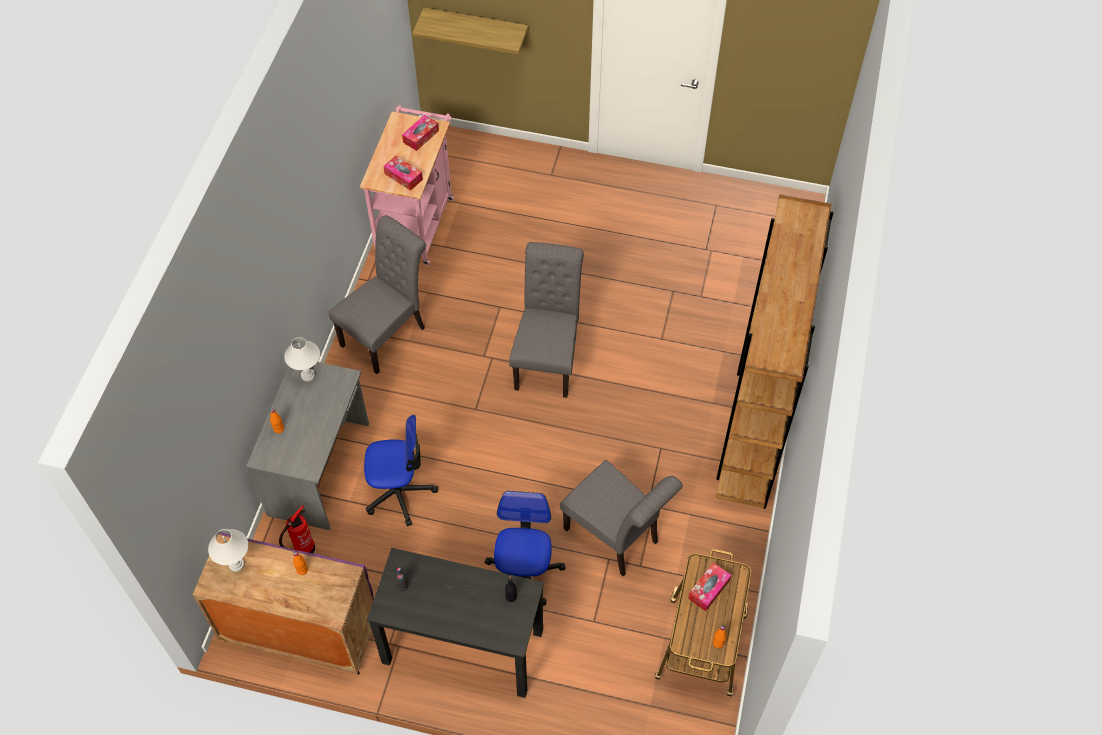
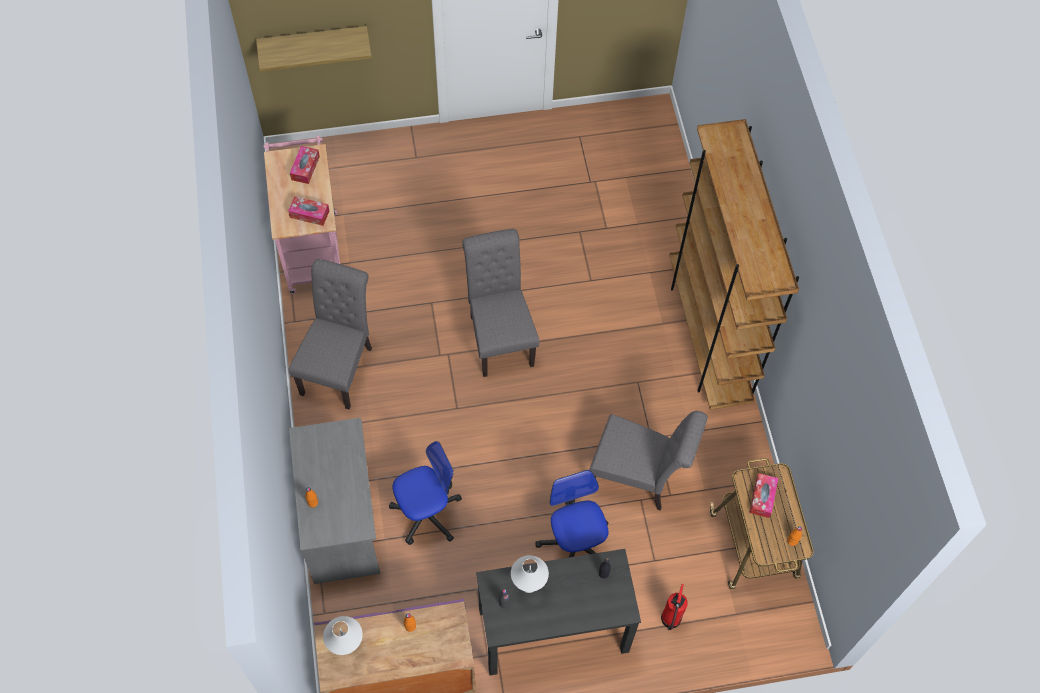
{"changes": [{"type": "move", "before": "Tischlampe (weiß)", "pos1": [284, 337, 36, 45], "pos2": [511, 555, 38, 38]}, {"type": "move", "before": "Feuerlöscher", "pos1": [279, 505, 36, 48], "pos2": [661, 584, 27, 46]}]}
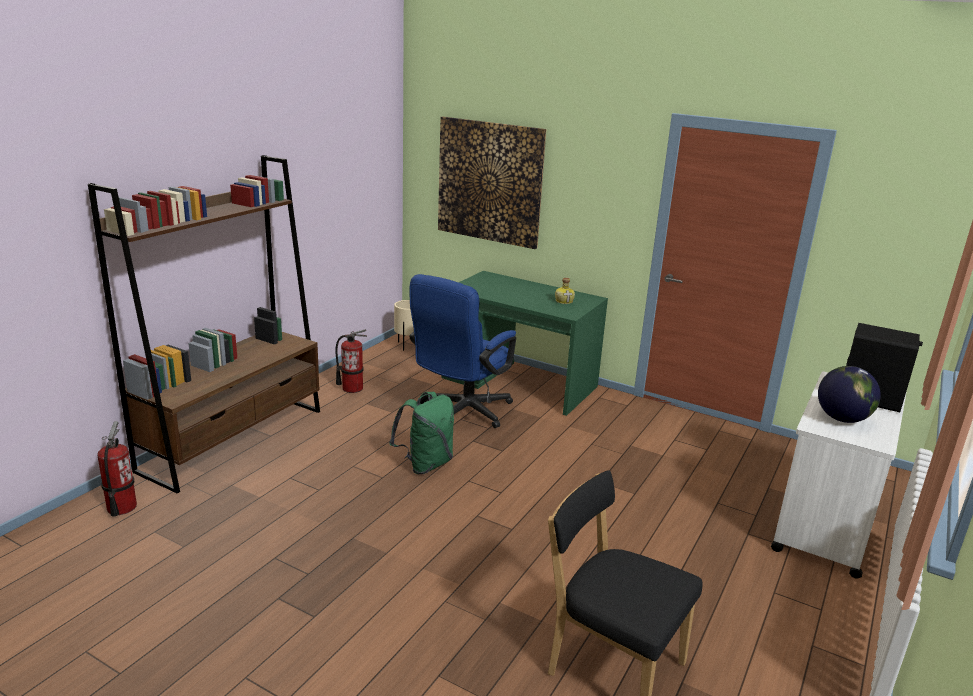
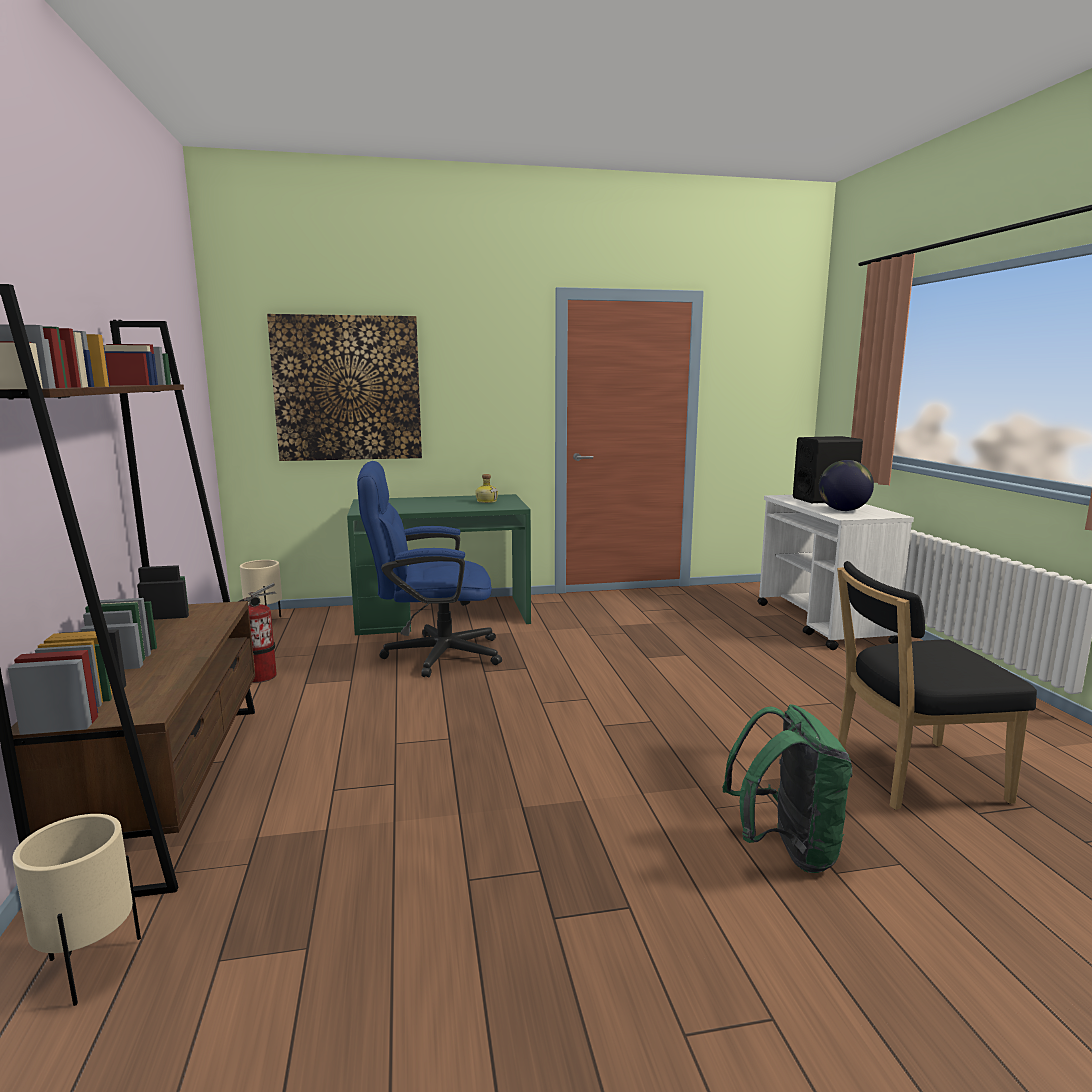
{"changes": [{"type": "rotate", "before": "Bürostuhl (blau)", "pos1": [409, 274, 107, 154], "pos2": [357, 461, 145, 216], "turn": 90}, {"type": "move", "before": "Rucksack (grün)", "pos1": [389, 392, 65, 82], "pos2": [722, 704, 130, 169]}, {"type": "replace", "before": "Feuerlöscher", "after": "Pflanzkübel (beige)", "pos1": [97, 421, 40, 96], "pos2": [12, 814, 129, 192]}]}
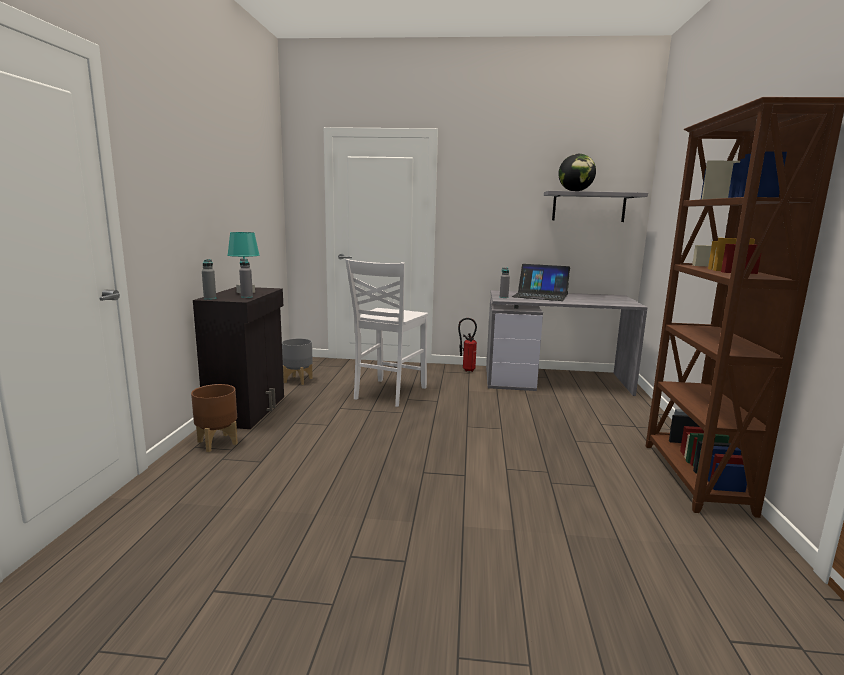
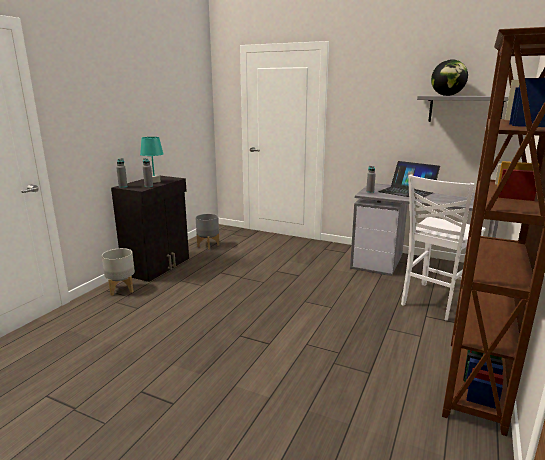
{"changes": [{"type": "move", "before": "Stuhl (weiß)", "pos1": [345, 259, 83, 148], "pos2": [401, 175, 85, 146]}, {"type": "delete", "before": "Feuerlöscher", "pos1": [458, 318, 19, 54]}, {"type": "recolor", "before": "Pflanzkübel (braun)", "after": "Pflanzkübel (grau)", "pos1": [191, 384, 47, 68], "pos2": [102, 248, 33, 48]}]}
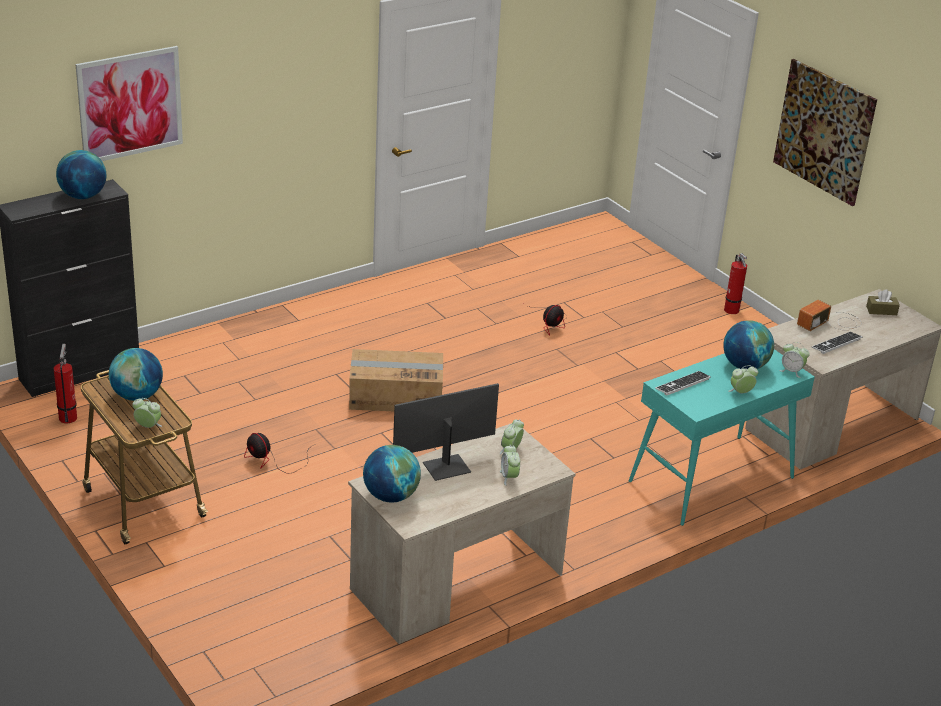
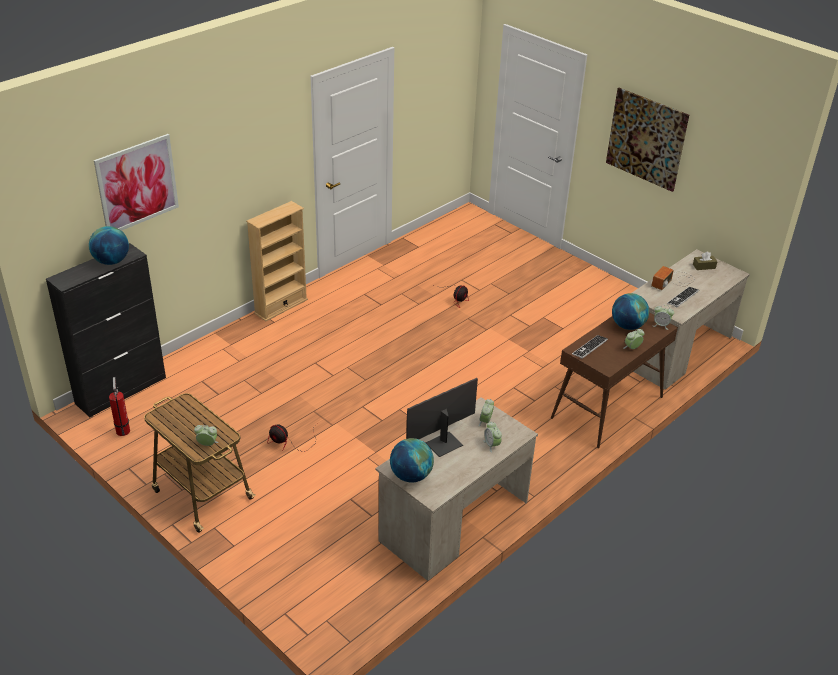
{"changes": [{"type": "delete", "before": "Feuerlöscher", "pos1": [724, 253, 23, 61]}, {"type": "delete", "before": "Globus", "pos1": [109, 348, 54, 53]}, {"type": "delete", "before": "Karton", "pos1": [349, 349, 94, 62]}, {"type": "recolor", "before": "Konsolentisch (türkis)", "after": "Konsolentisch (braun)", "pos1": [629, 349, 186, 177], "pos2": [551, 312, 127, 136]}, {"type": "insert", "after": "Bücherregal (beige)", "pos2": [246, 201, 62, 120]}]}
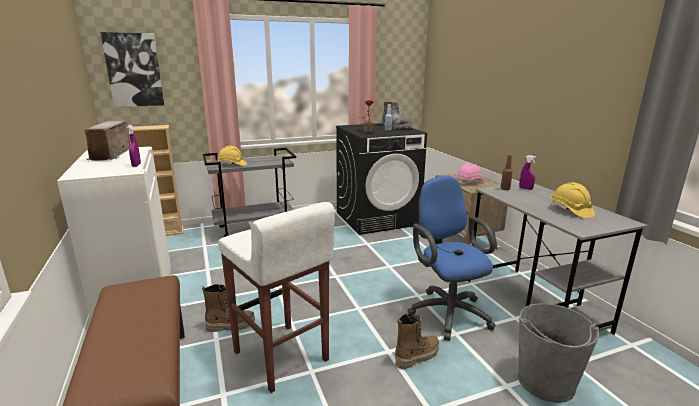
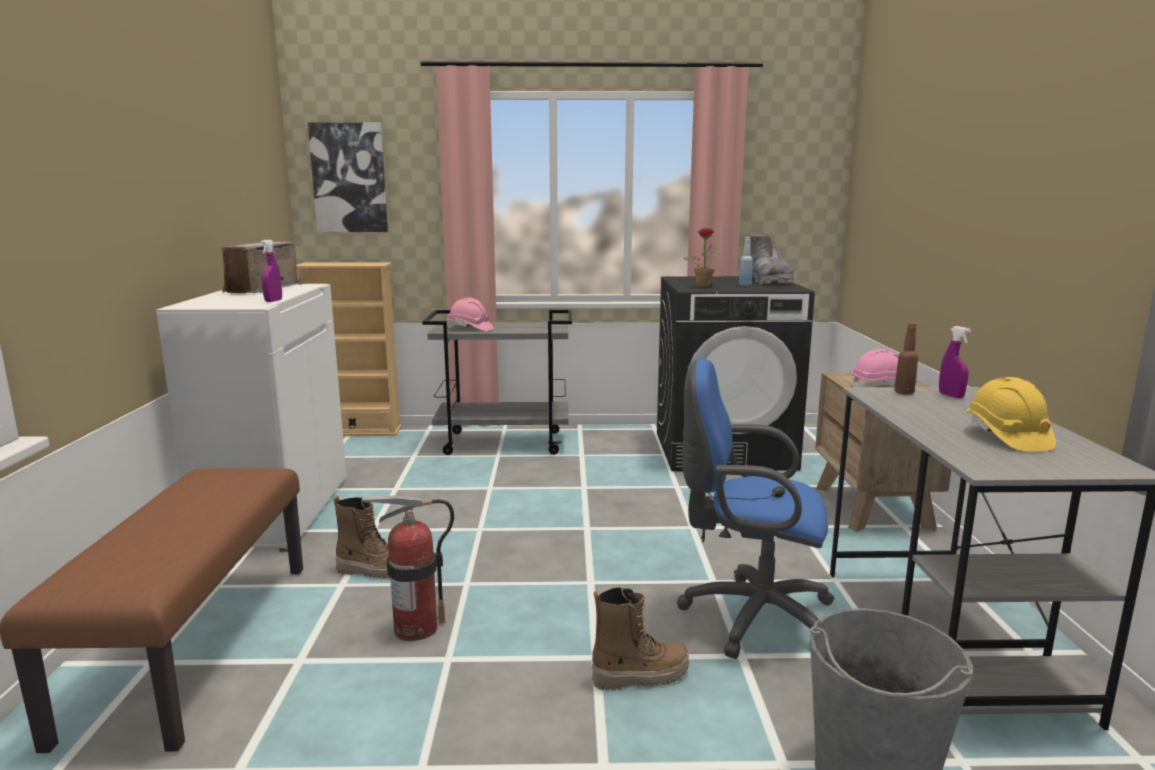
{"changes": [{"type": "recolor", "before": "Schutzhelm (gelb)", "after": "Schutzhelm (rosa)", "pos1": [217, 146, 30, 20], "pos2": [448, 297, 46, 34]}, {"type": "rotate", "before": "Bürostuhl (blau)", "pos1": [407, 175, 89, 166], "pos2": [677, 359, 158, 300], "turn": -75}, {"type": "replace", "before": "Hocker (weiß)", "after": "Feuerlöscher", "pos1": [218, 202, 117, 191], "pos2": [362, 496, 92, 145]}]}
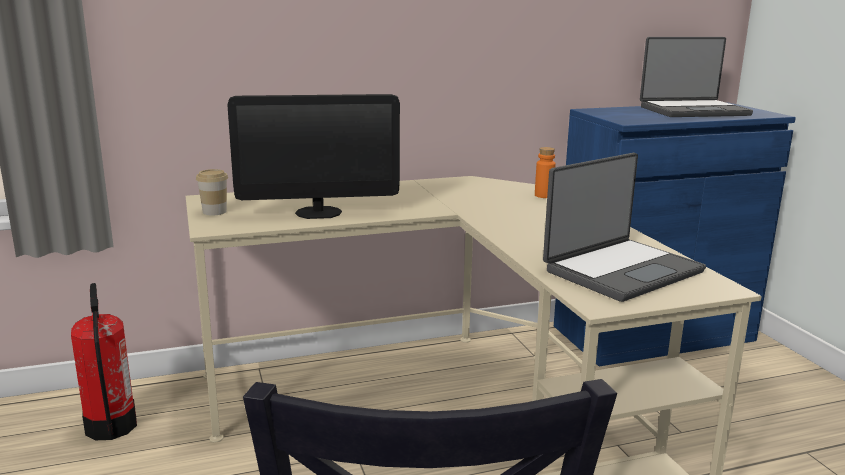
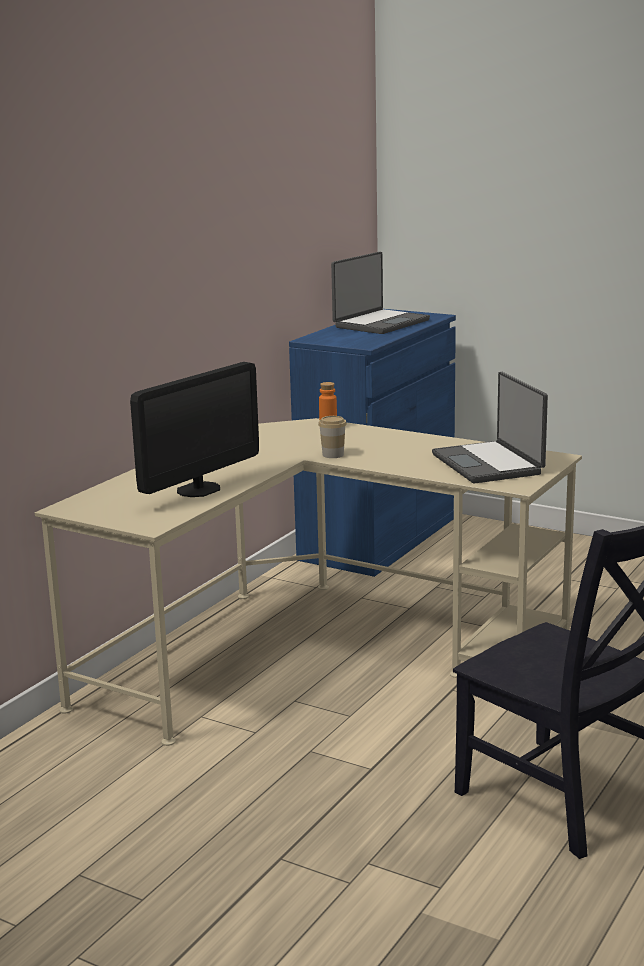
{"changes": [{"type": "rotate", "before": "Laptop", "pos1": [543, 153, 163, 149], "pos2": [432, 372, 116, 111], "turn": 150}, {"type": "move", "before": "Tasse", "pos1": [196, 169, 32, 46], "pos2": [318, 416, 29, 42]}, {"type": "delete", "before": "Feuerlöscher", "pos1": [71, 283, 66, 157]}]}
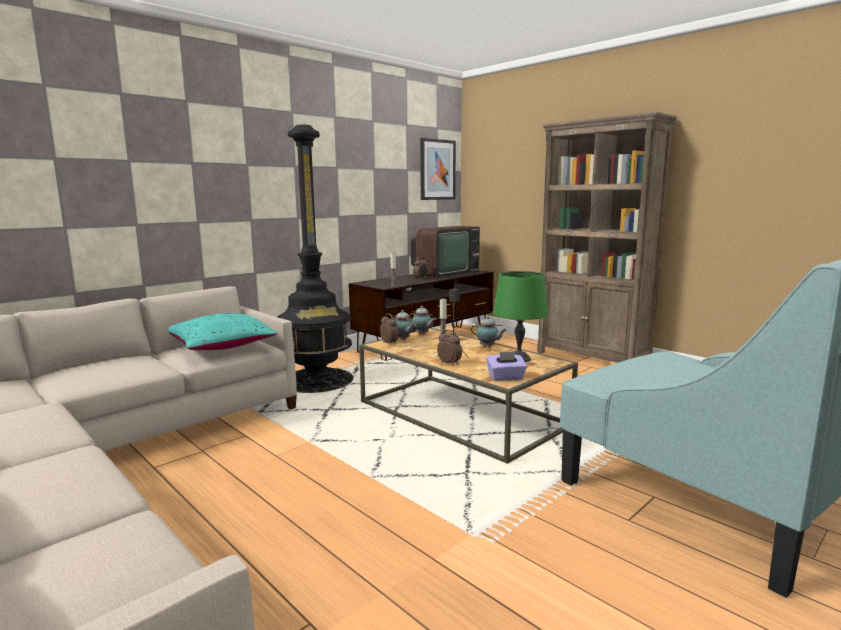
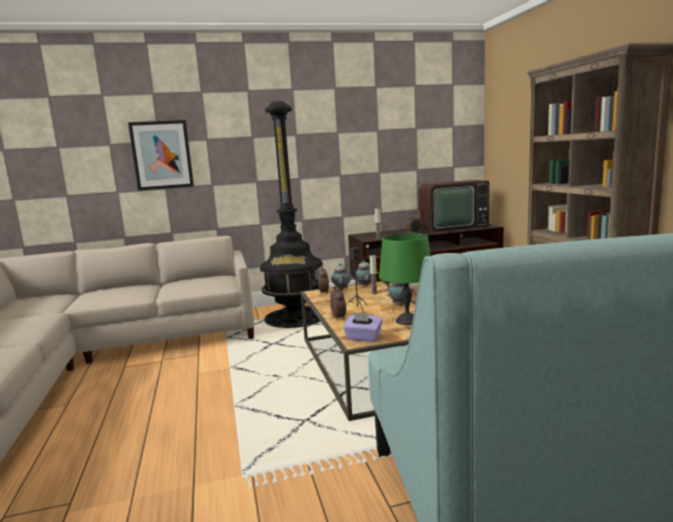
{"changes": [{"type": "move", "before": "Bild", "pos1": [420, 138, 36, 62], "pos2": [128, 120, 66, 71]}, {"type": "delete", "before": "Kissen (türkis)", "pos1": [168, 313, 109, 37]}]}
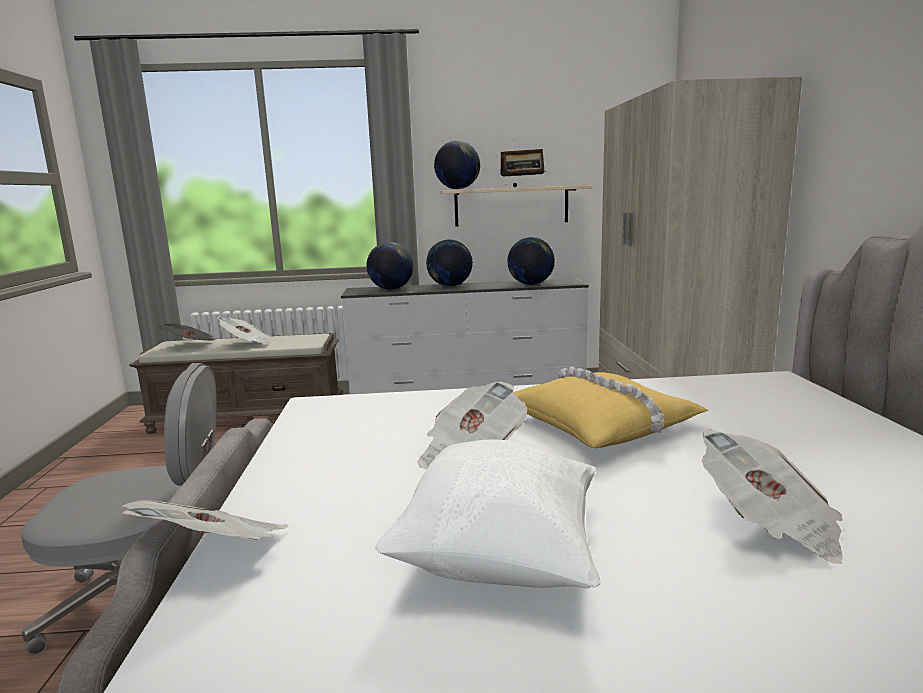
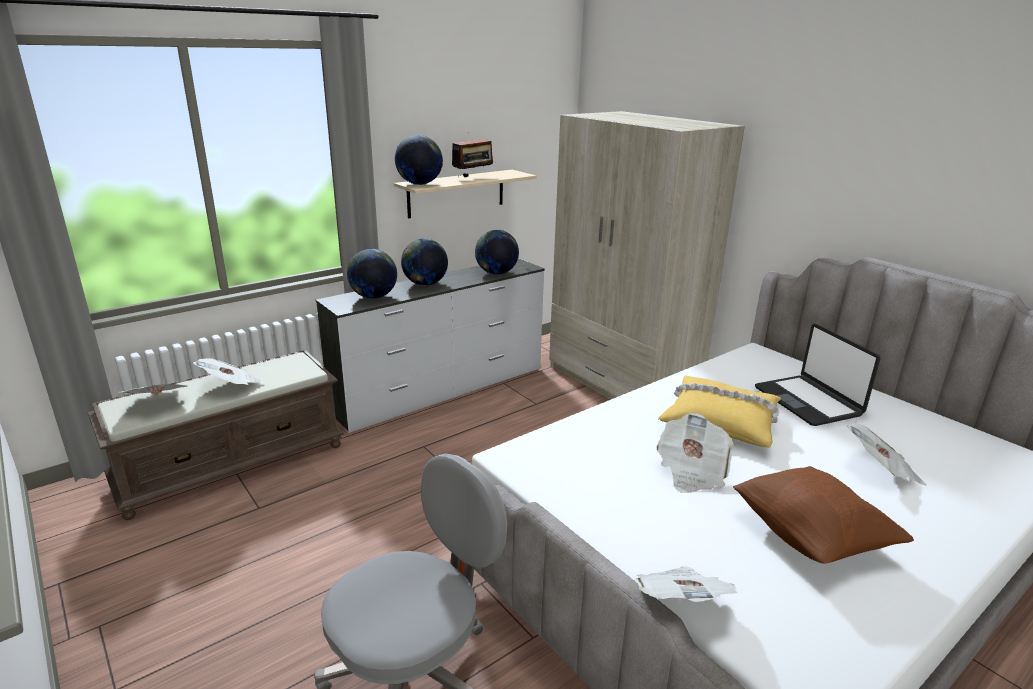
{"changes": [{"type": "recolor", "before": "Kissen (weiß)", "after": "Kissen (braun)", "pos1": [375, 439, 225, 149], "pos2": [733, 466, 181, 98]}, {"type": "insert", "after": "Laptop", "pos2": [755, 324, 125, 102]}]}
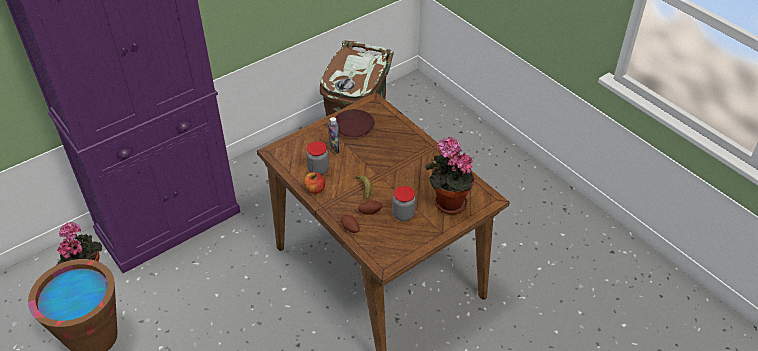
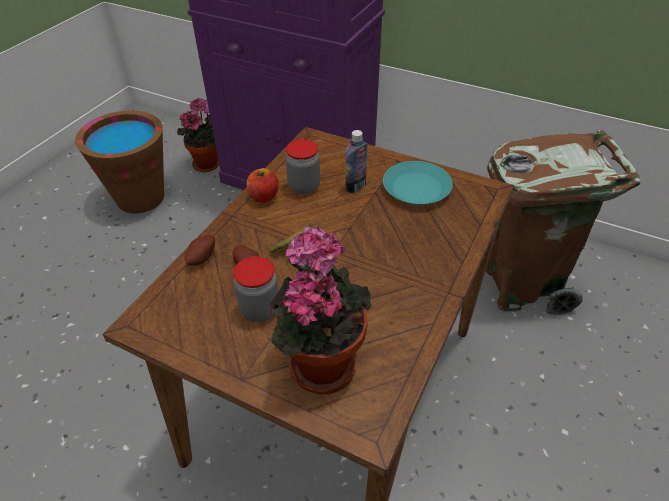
{"changes": [{"type": "recolor", "before": "Teller (braun)", "after": "Teller (türkis)", "pos1": [335, 109, 40, 28], "pos2": [383, 161, 70, 44]}]}
